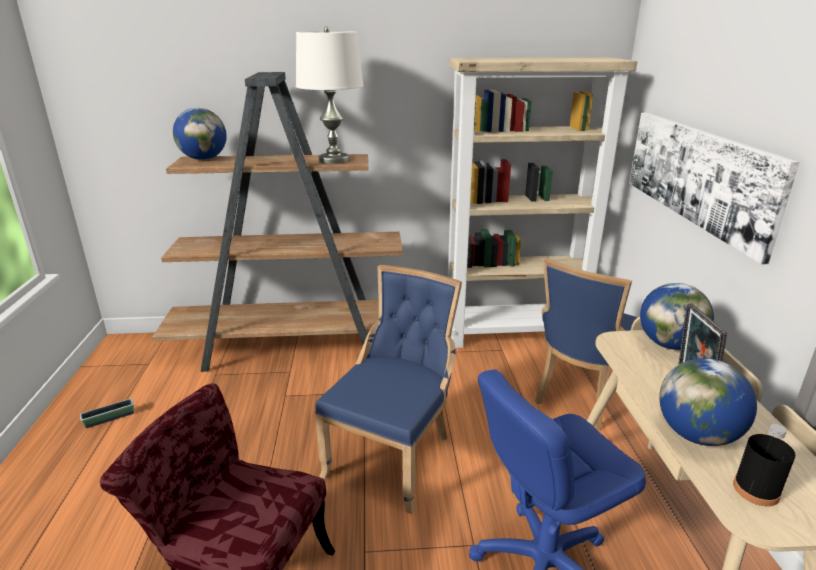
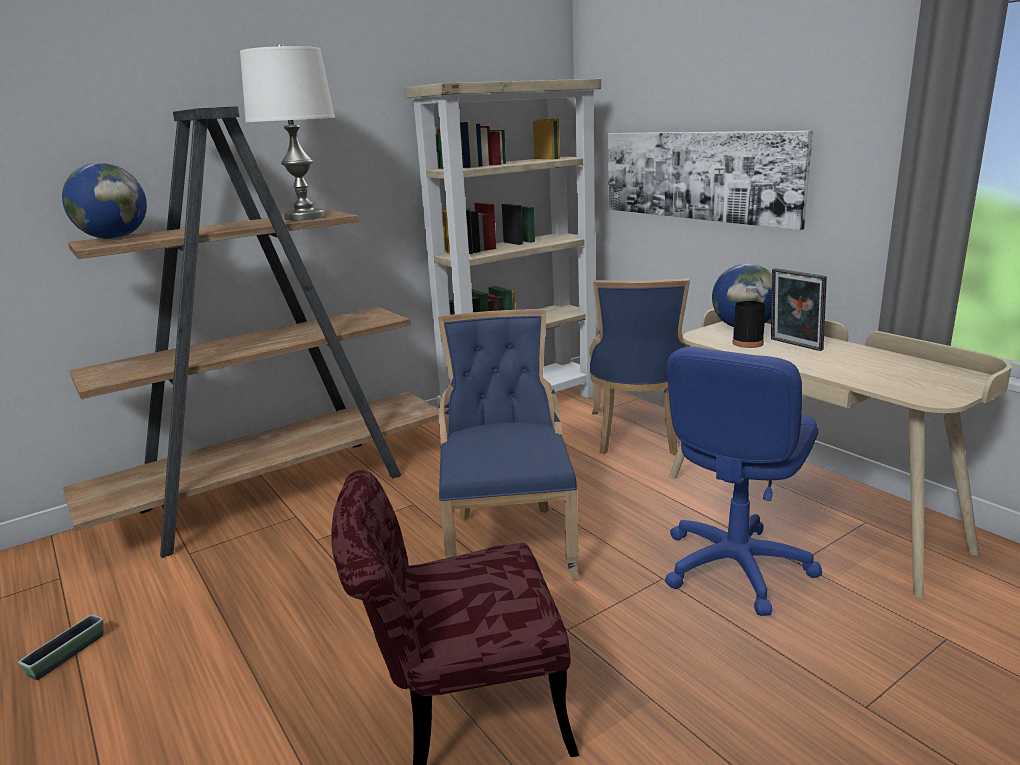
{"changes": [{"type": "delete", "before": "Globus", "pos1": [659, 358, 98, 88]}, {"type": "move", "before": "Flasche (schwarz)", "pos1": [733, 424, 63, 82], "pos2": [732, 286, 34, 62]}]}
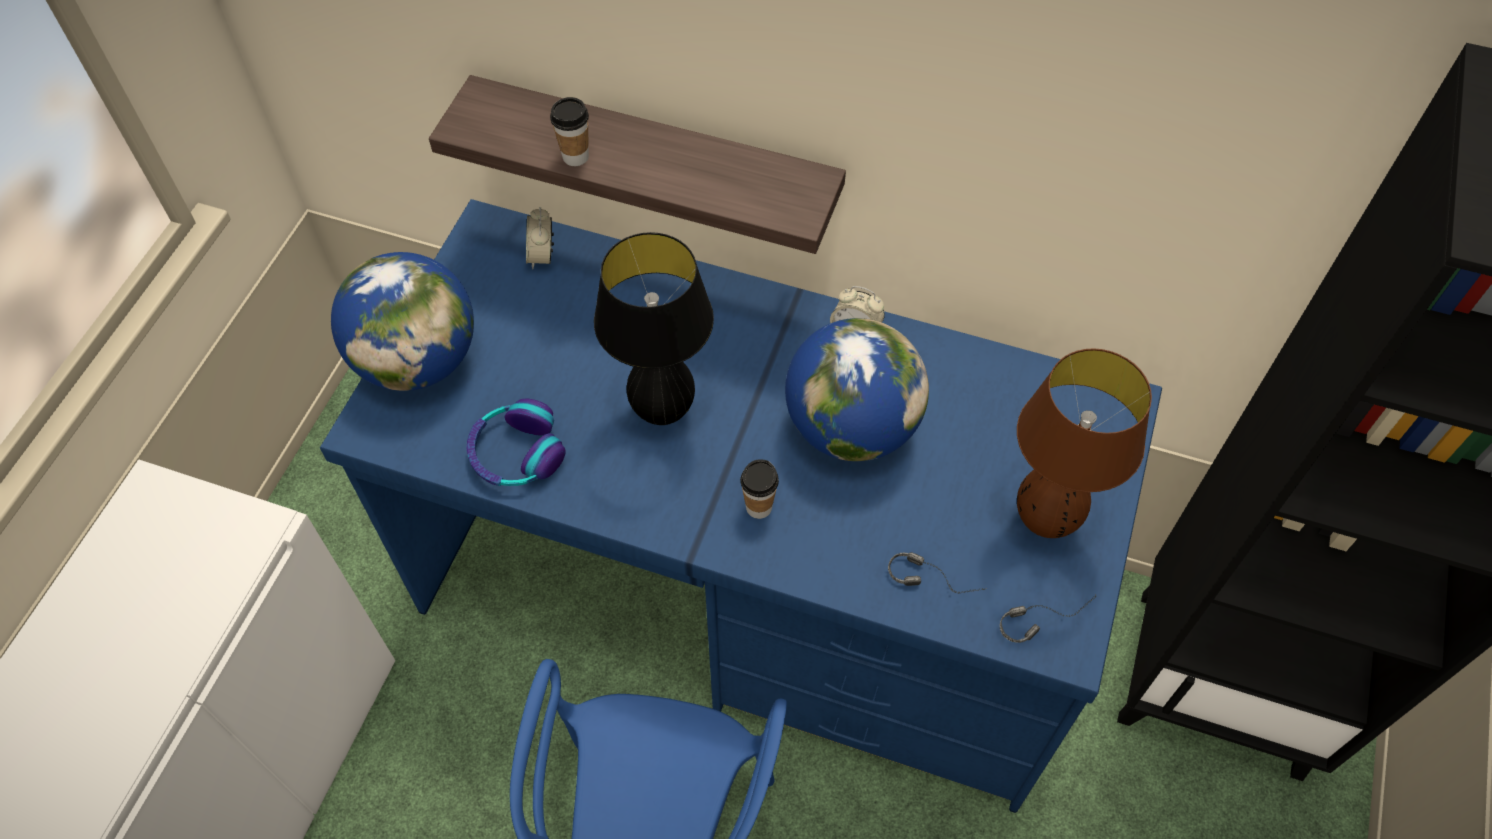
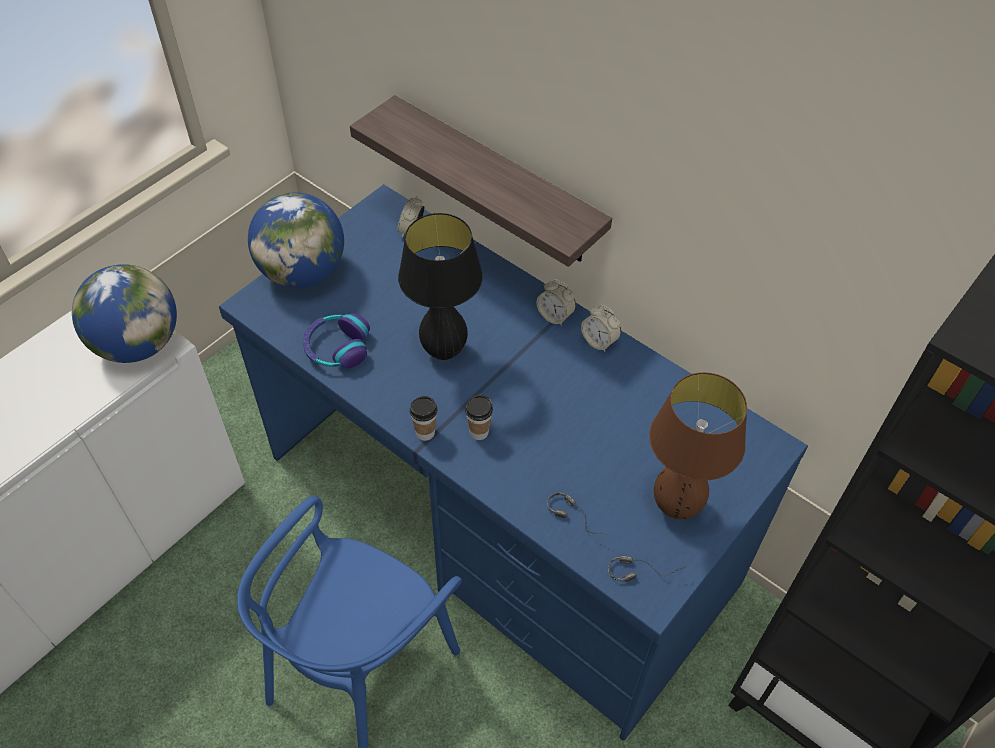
{"changes": [{"type": "move", "before": "Tasse", "pos1": [550, 97, 39, 69], "pos2": [410, 396, 27, 45]}, {"type": "move", "before": "Globus", "pos1": [785, 318, 144, 143], "pos2": [72, 264, 105, 99]}, {"type": "insert", "after": "Wecker", "pos2": [536, 279, 40, 47]}]}
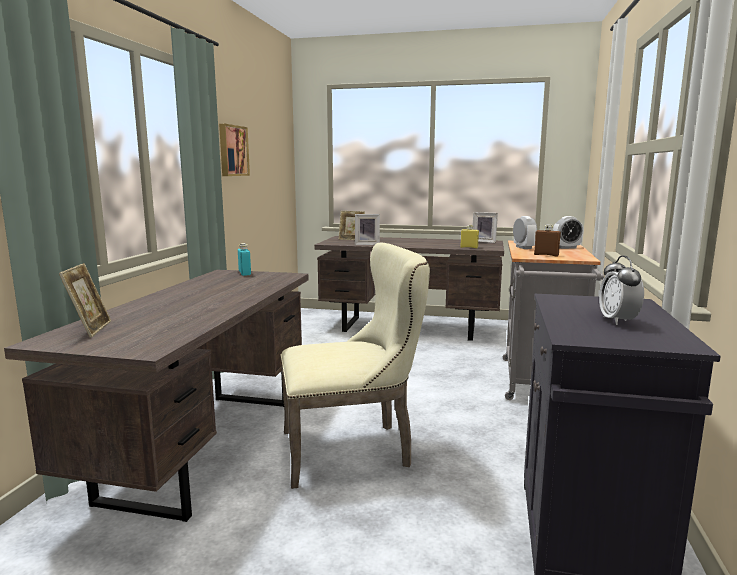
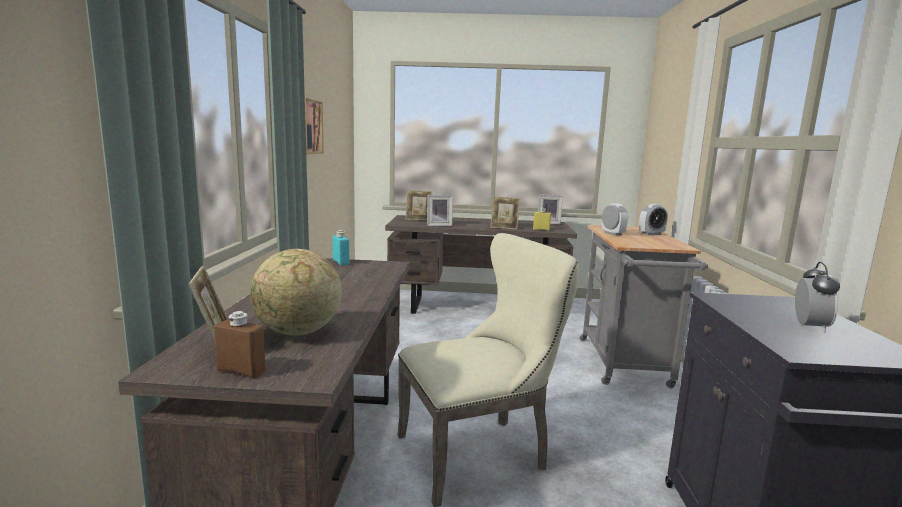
{"changes": [{"type": "move", "before": "Flasche (braun)", "pos1": [534, 224, 27, 33], "pos2": [214, 311, 52, 67]}, {"type": "rotate", "before": "Wecker", "pos1": [599, 255, 45, 70], "pos2": [795, 262, 45, 71], "turn": -150}, {"type": "insert", "after": "Bilderrahmen", "pos2": [490, 196, 30, 34]}, {"type": "insert", "after": "Globus", "pos2": [250, 249, 92, 86]}]}
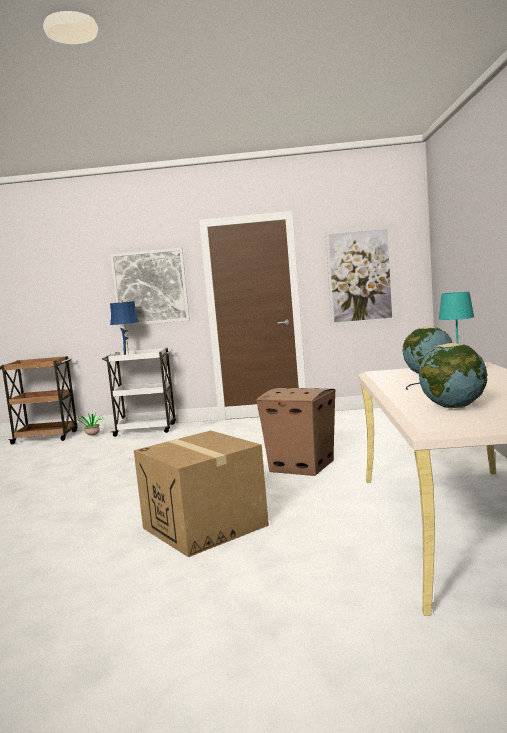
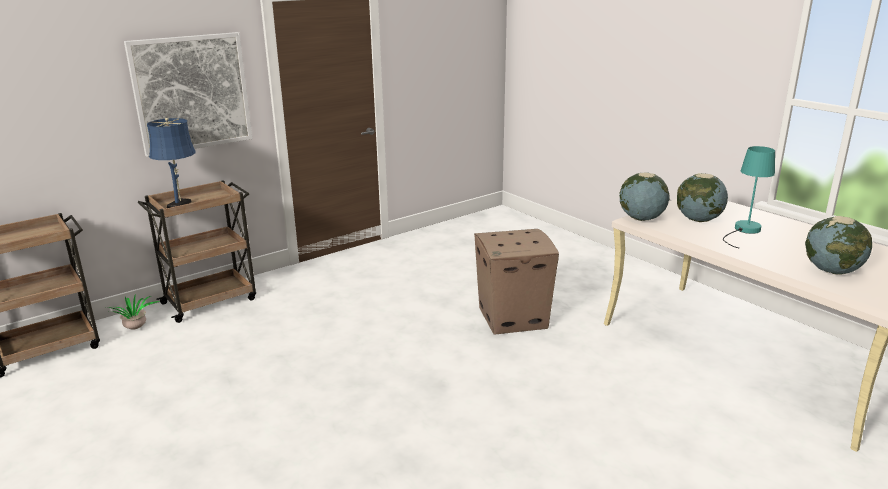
{"changes": [{"type": "delete", "before": "Bild", "pos1": [325, 226, 70, 99]}, {"type": "recolor", "before": "Rollwagen (weiß)", "after": "Rollwagen (braun)", "pos1": [102, 348, 74, 89], "pos2": [138, 180, 118, 143]}, {"type": "delete", "before": "Karton", "pos1": [134, 431, 135, 126]}, {"type": "insert", "after": "Globus", "pos2": [619, 172, 51, 49]}]}
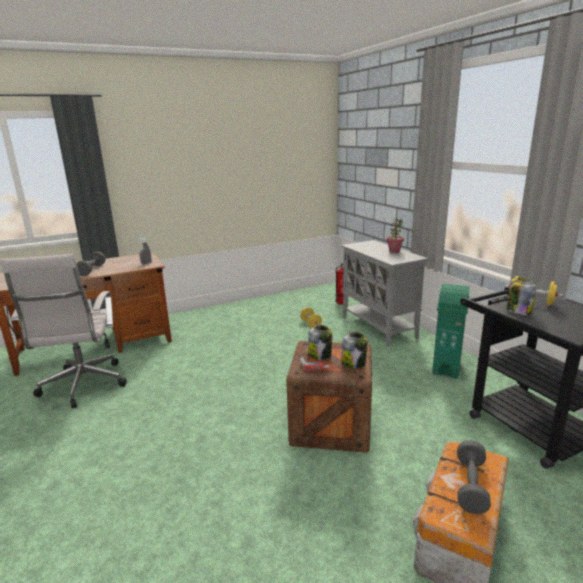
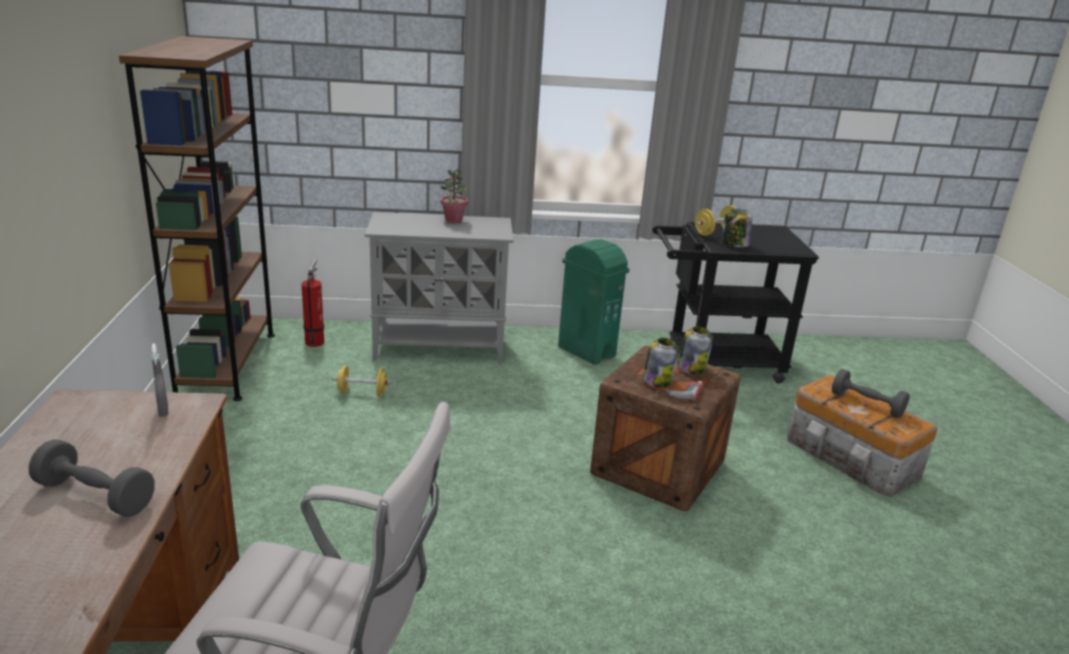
{"changes": [{"type": "insert", "after": "Bücherregal (braun)", "pos2": [119, 36, 156, 365]}]}
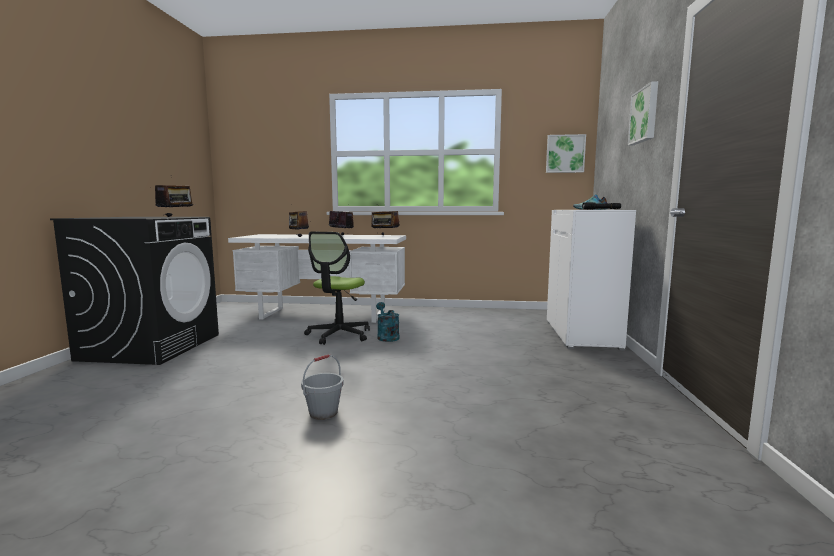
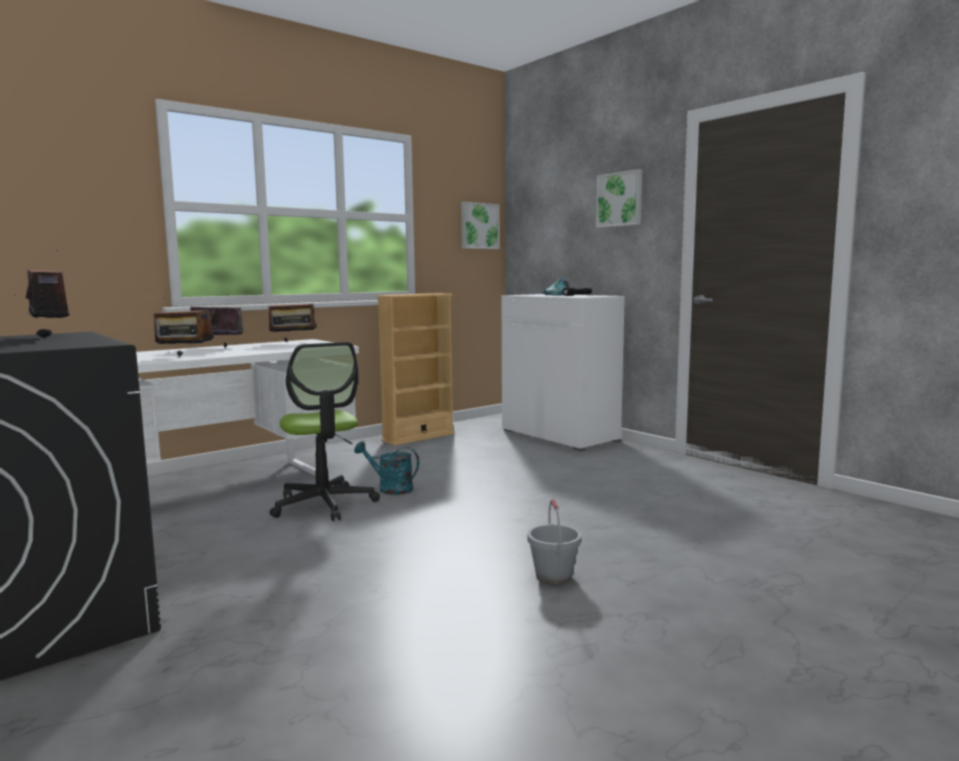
{"changes": [{"type": "insert", "after": "Bücherregal (beige)", "pos2": [377, 293, 78, 153]}]}
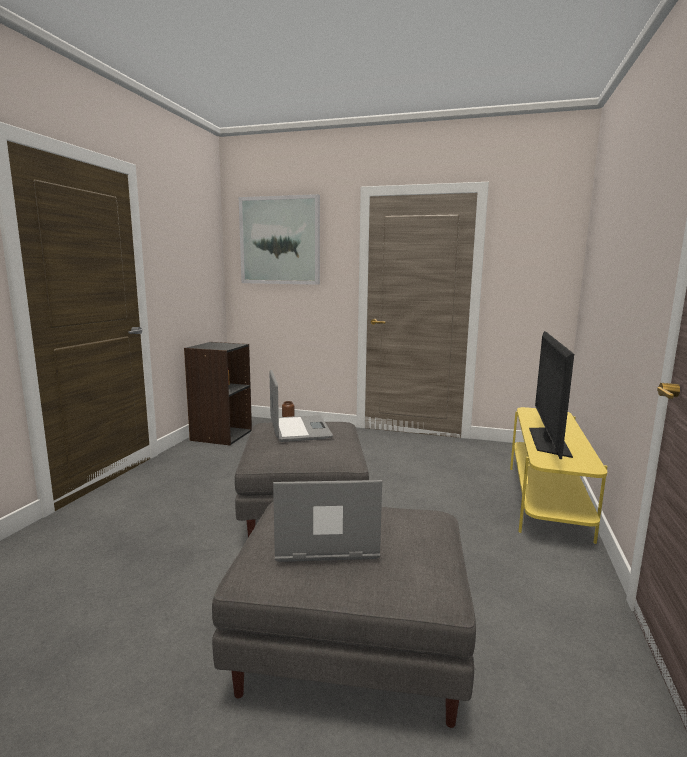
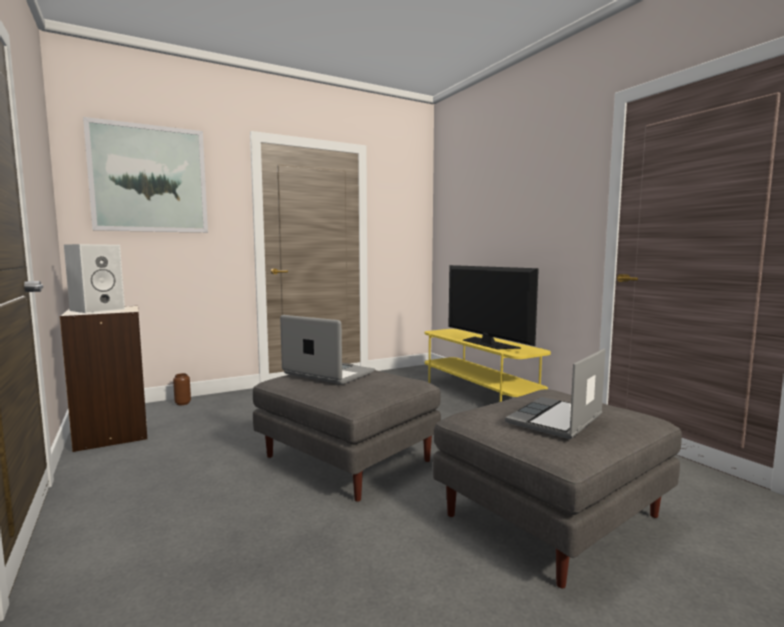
{"changes": [{"type": "recolor", "before": "Bücherregal (schwarz)", "after": "Bücherregal (beige)", "pos1": [184, 342, 68, 103], "pos2": [60, 305, 87, 147]}, {"type": "insert", "after": "Lautsprecher (weiß)", "pos2": [64, 244, 61, 69]}]}
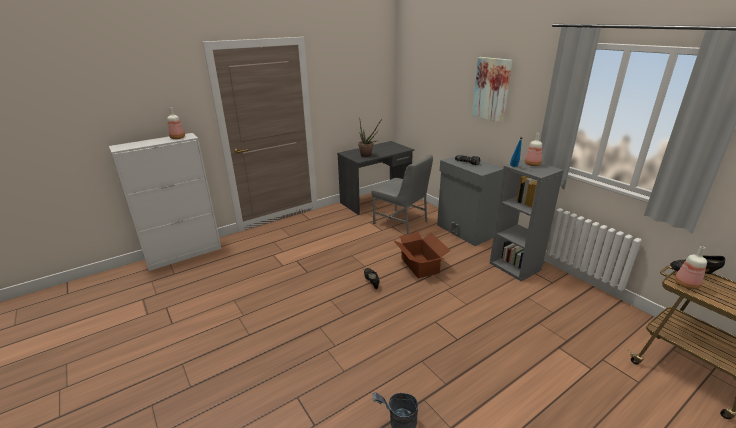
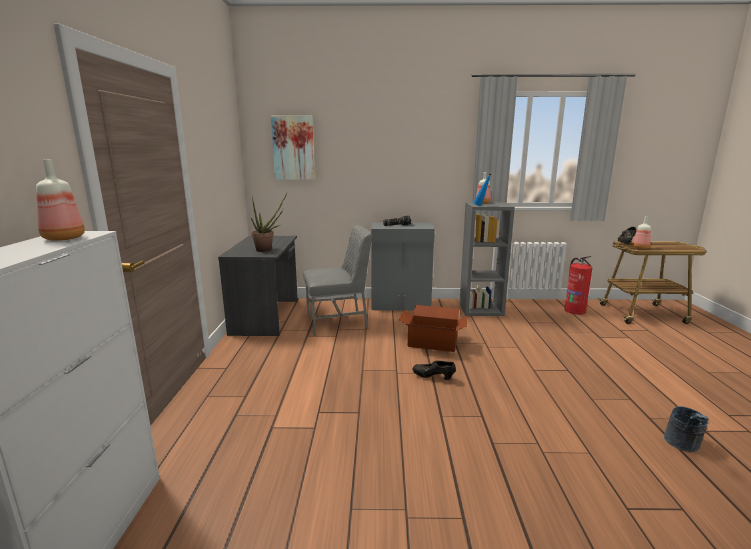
{"changes": [{"type": "move", "before": "Bild", "pos1": [472, 57, 40, 66], "pos2": [271, 116, 44, 64]}, {"type": "insert", "after": "Feuerlöscher", "pos2": [564, 256, 29, 59]}]}
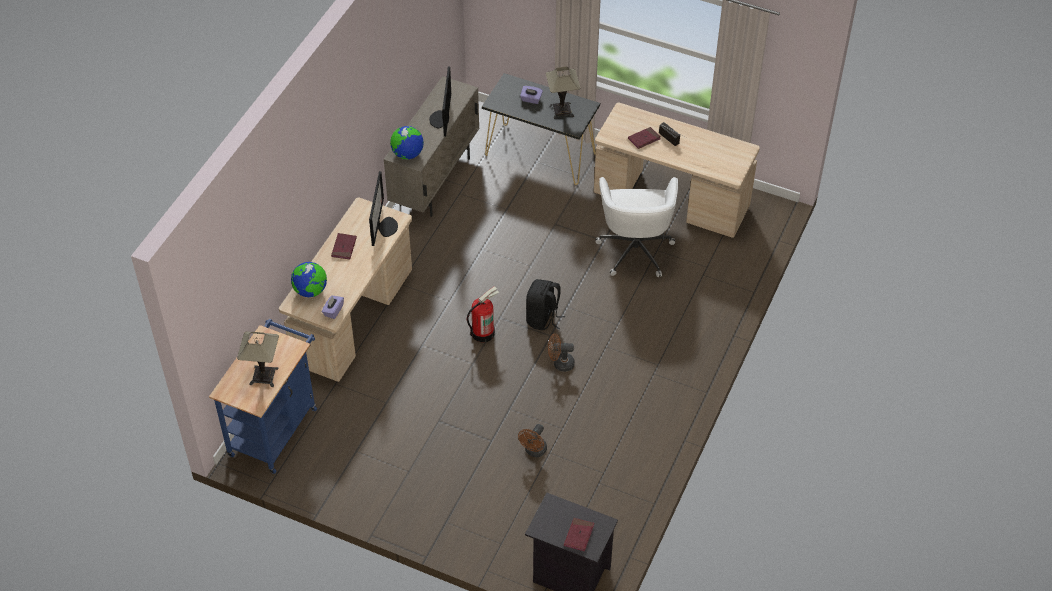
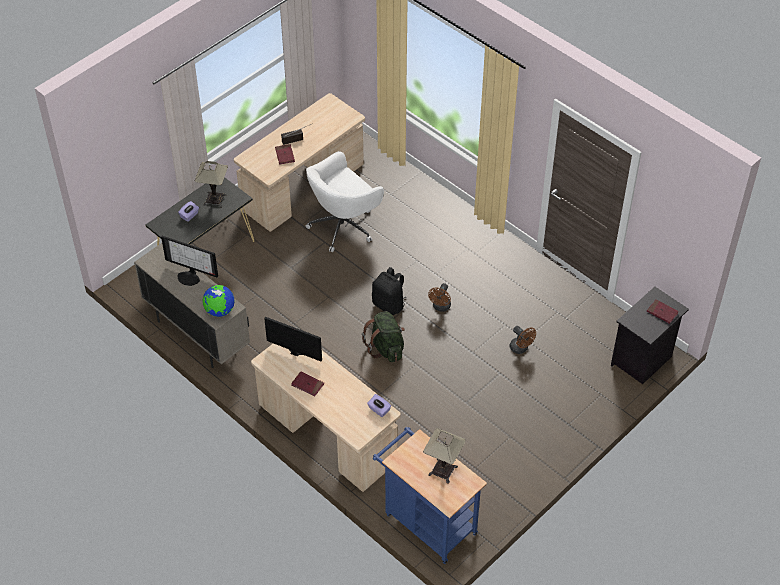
{"changes": [{"type": "rotate", "before": "Bürostuhl (weiß)", "pos1": [595, 177, 83, 100], "pos2": [306, 151, 78, 101], "turn": 120}, {"type": "delete", "before": "Globus", "pos1": [291, 262, 36, 35]}, {"type": "replace", "before": "Feuerlöscher", "after": "Rucksack (grün)", "pos1": [467, 286, 32, 56], "pos2": [362, 311, 43, 51]}]}
